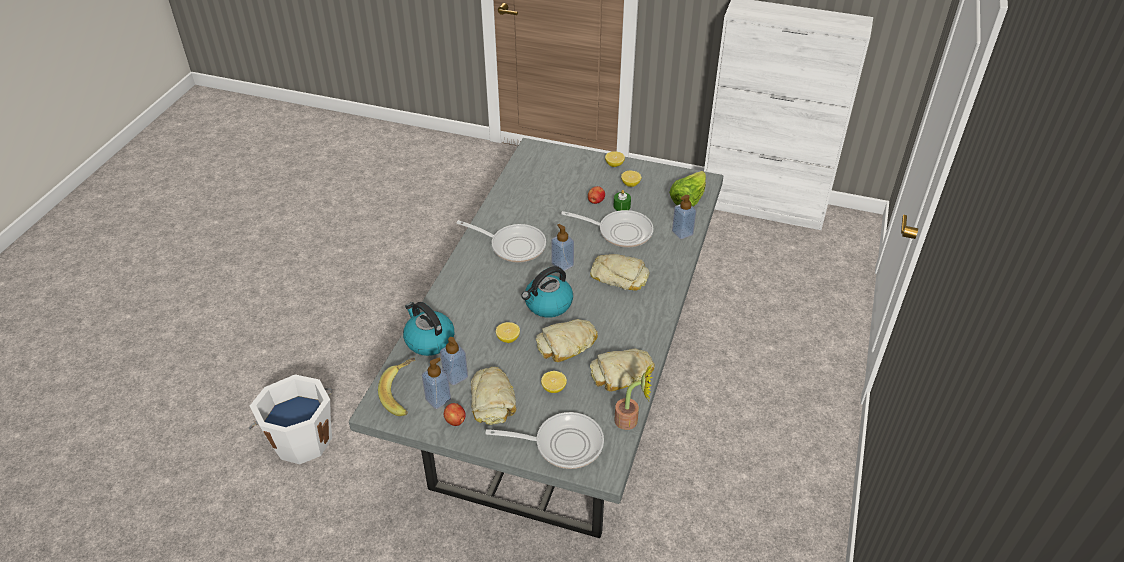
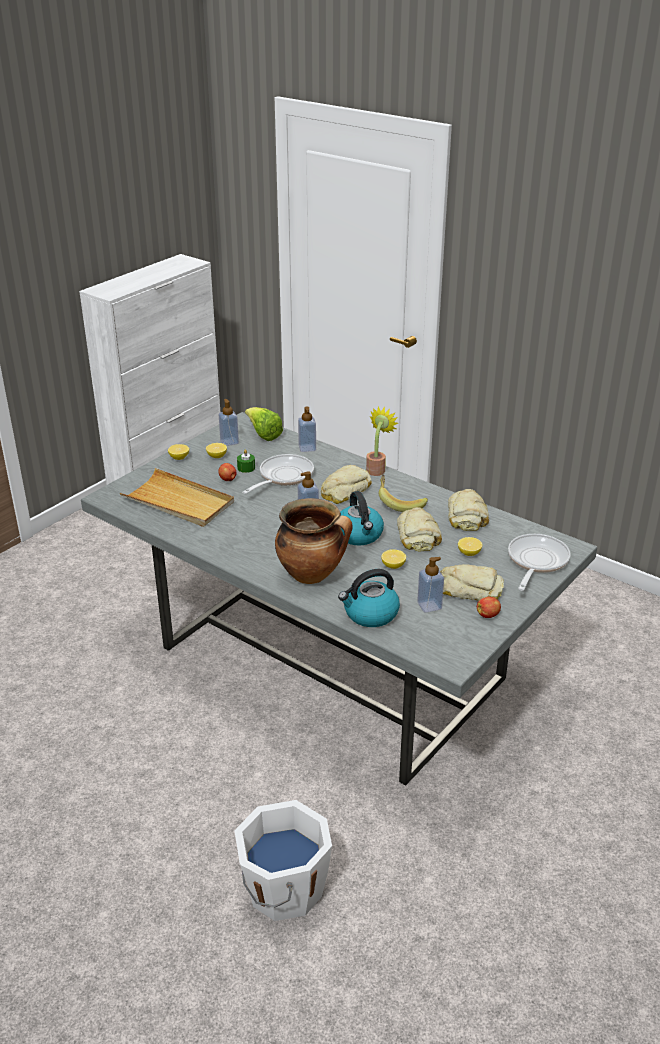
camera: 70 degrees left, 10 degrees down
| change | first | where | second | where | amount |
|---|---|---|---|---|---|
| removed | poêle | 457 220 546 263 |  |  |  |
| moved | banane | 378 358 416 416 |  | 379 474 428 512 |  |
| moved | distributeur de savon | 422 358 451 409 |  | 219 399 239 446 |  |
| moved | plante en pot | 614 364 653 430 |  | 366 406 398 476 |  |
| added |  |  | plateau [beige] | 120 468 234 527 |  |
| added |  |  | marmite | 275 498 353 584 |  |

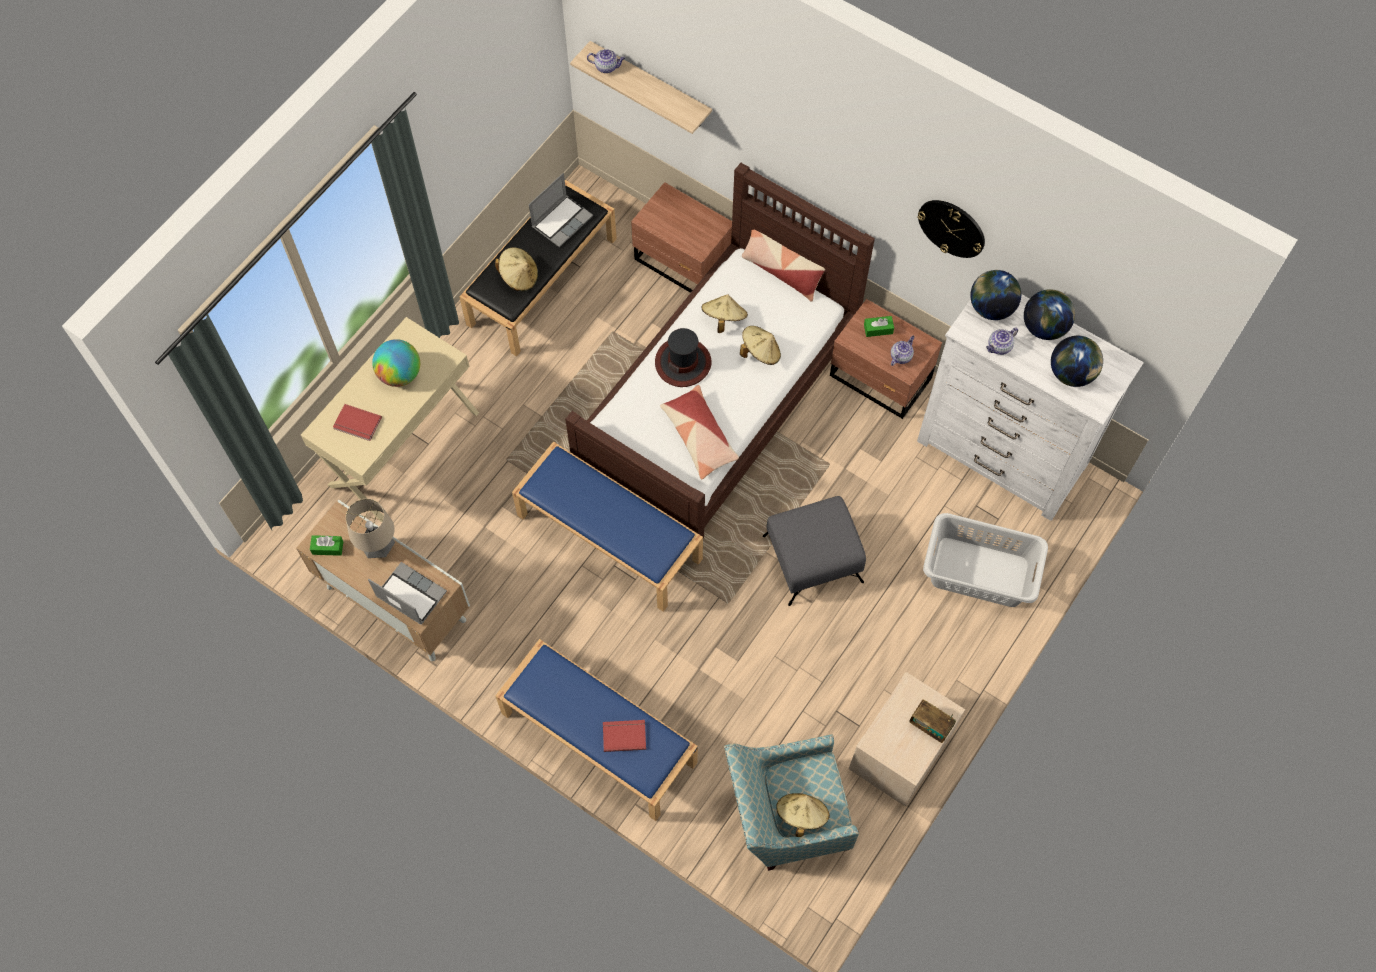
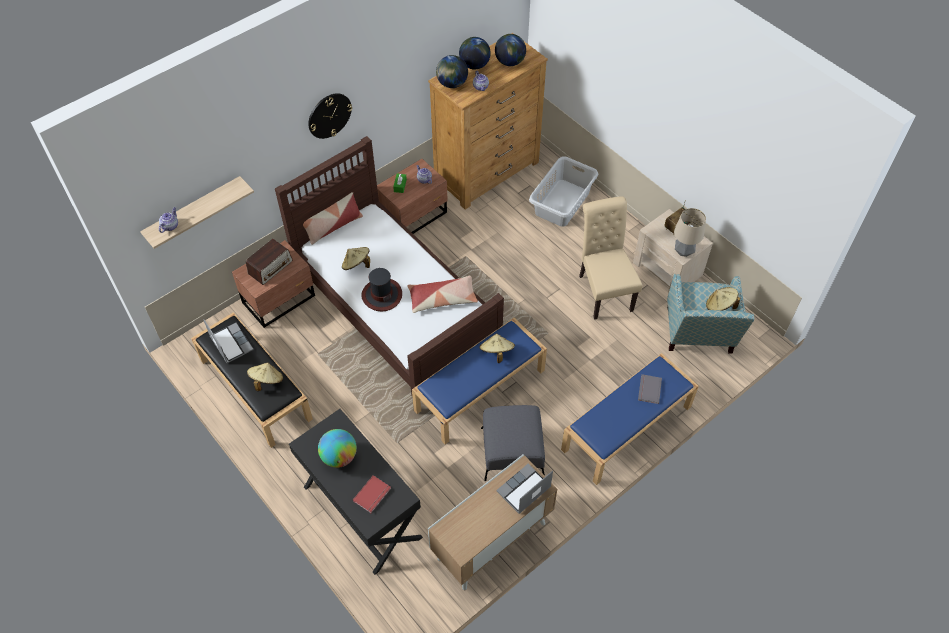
camera: 75 degrees left, 10 degrees down
| change | first | where | second | where | amount |
|---|---|---|---|---|---|
| moved | horloge murale | 917 200 985 258 |  | 308 93 352 139 |  |
| recoloured | commode [blanc] | 917 294 1144 521 | commode [marron] | 428 33 548 209 |  |
| recoloured | bureau [beige] | 301 317 479 522 | bureau [noir] | 289 409 423 575 |  |
| moved | chapeau [beige] | 740 326 781 365 |  | 479 334 515 363 |  |
| moved | pouf [gris] | 763 496 866 606 |  | 481 405 545 481 |  |
| moved | lampe de table | 346 499 395 558 |  | 674 208 706 257 |  |
| removed | boîte à mouchoirs [vert] | 310 535 343 556 |  |  |  |
| recoloured | livre [rouge] | 603 720 646 752 | livre [gris] | 638 374 662 404 |  |
| added |  |  | chaise [beige] | 579 196 642 320 |  |
| added |  |  | radio | 246 239 292 285 |  |

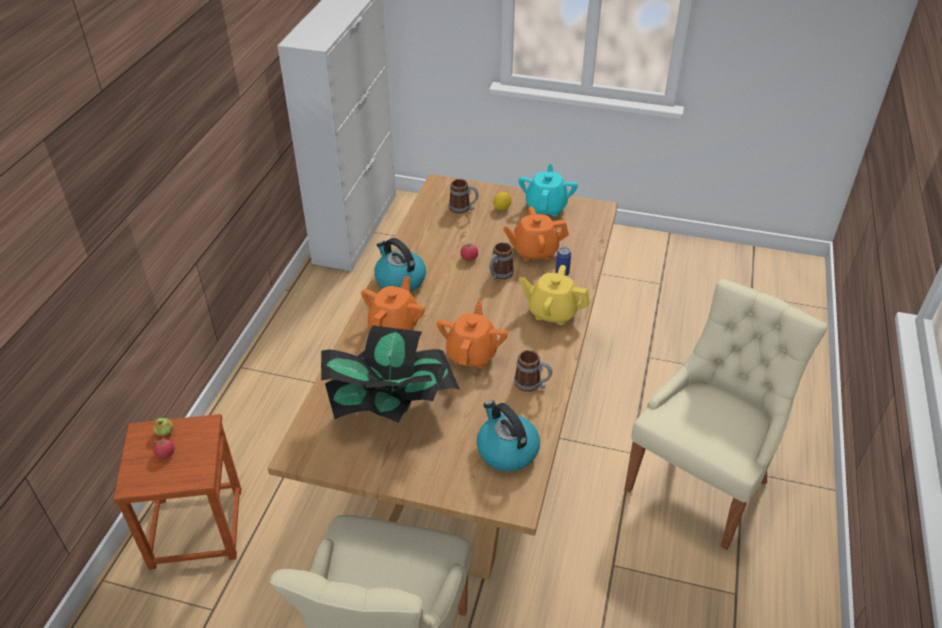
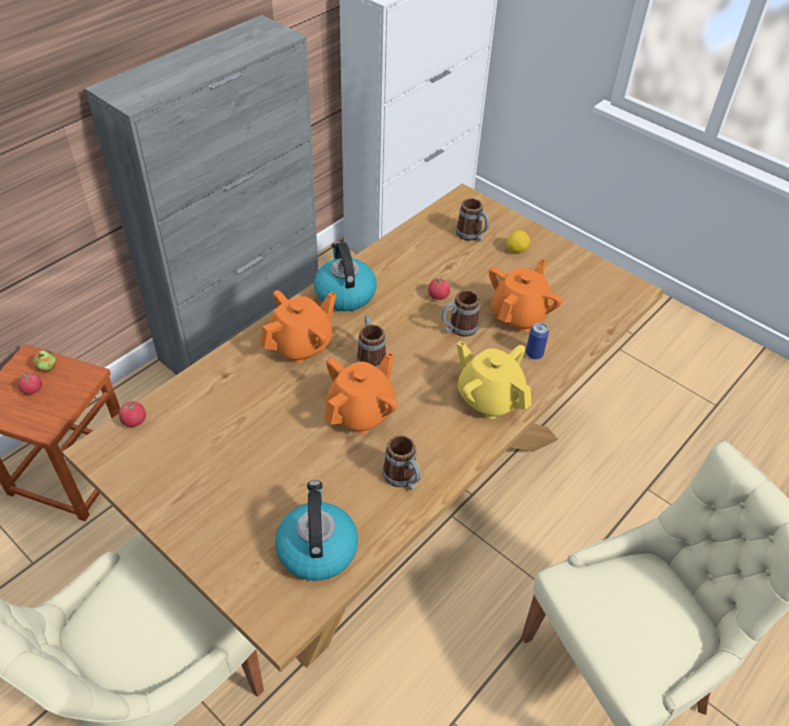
camera: 25 degrees right, 5 degrees up
| change | first | where | second | where | amount |
|---|---|---|---|---|---|
| removed | théière [turquoise] | 518 164 578 216 |  |  |  |
| turned | théière [orange] | 503 207 569 261 |  | 489 259 562 332 | 105 degrees clockwise |
| removed | plante en pot | 321 326 460 423 |  |  |  |
| added |  |  | meuble de rangement [gris] | 85 15 318 375 |  |
| added |  |  | mug | 356 315 387 368 |  |
| added |  |  | tomate | 119 398 146 427 |  |

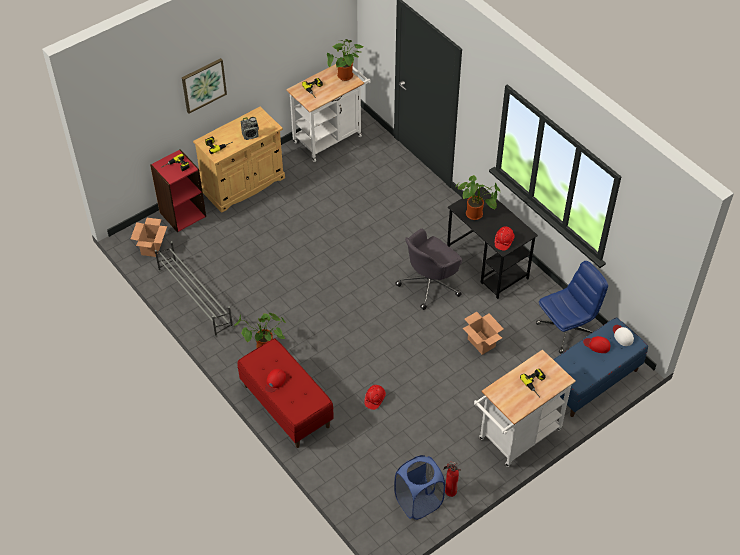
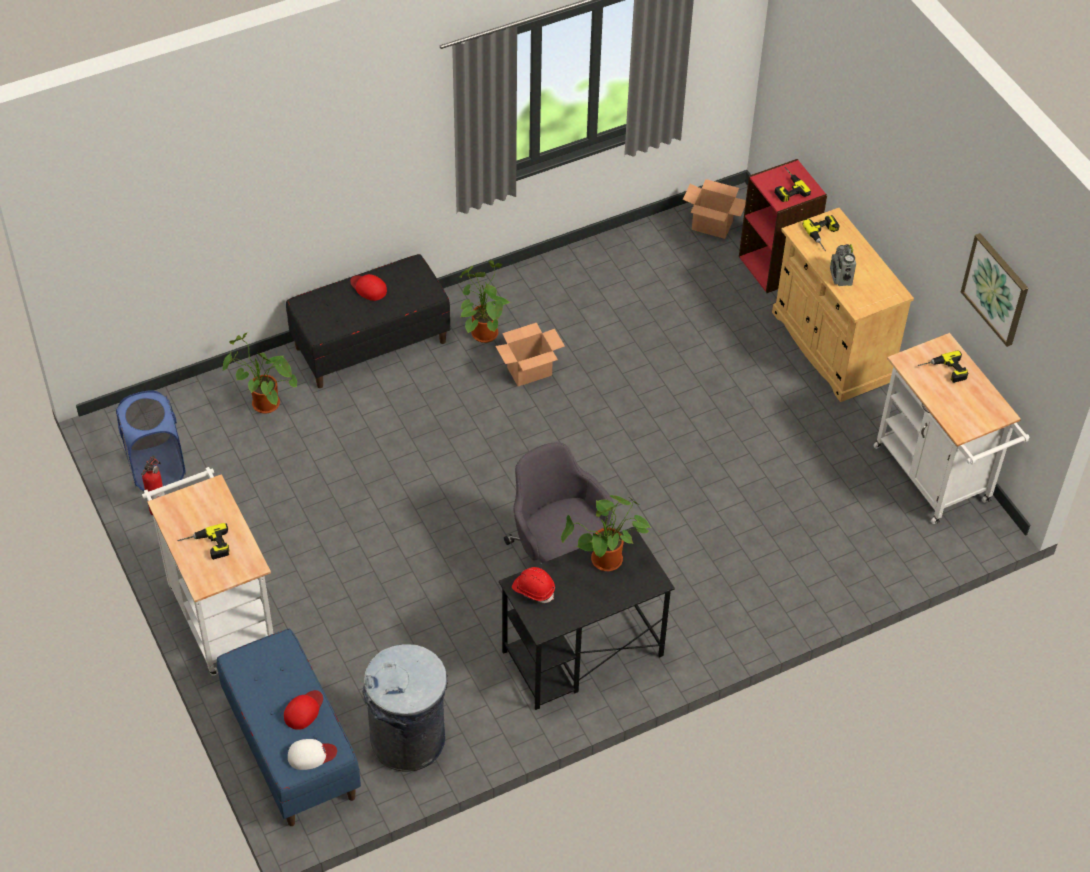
camera: 100 degrees right, 0 degrees up
| change | first | where | second | where | amount |
|---|---|---|---|---|---|
| moved | plante en pot | 327 39 363 81 |  | 223 332 297 414 |  |
| moved | tableau | 182 58 227 114 |  | 961 233 1028 347 |  |
| removed | étagère à chaussures [gris] | 155 241 233 337 |  |  |  |
| replaced | chaise de bureau [bleu] | 536 261 608 353 | poubelle [gris] | 362 644 448 772 |  |
| moved | carton | 463 312 504 355 |  | 495 323 565 386 |  |
| recoloured | banc [rouge] | 238 338 334 448 | banc [noir] | 286 254 450 388 |  |
| removed | casque de chantier [rouge] | 364 385 386 410 |  |  |  |

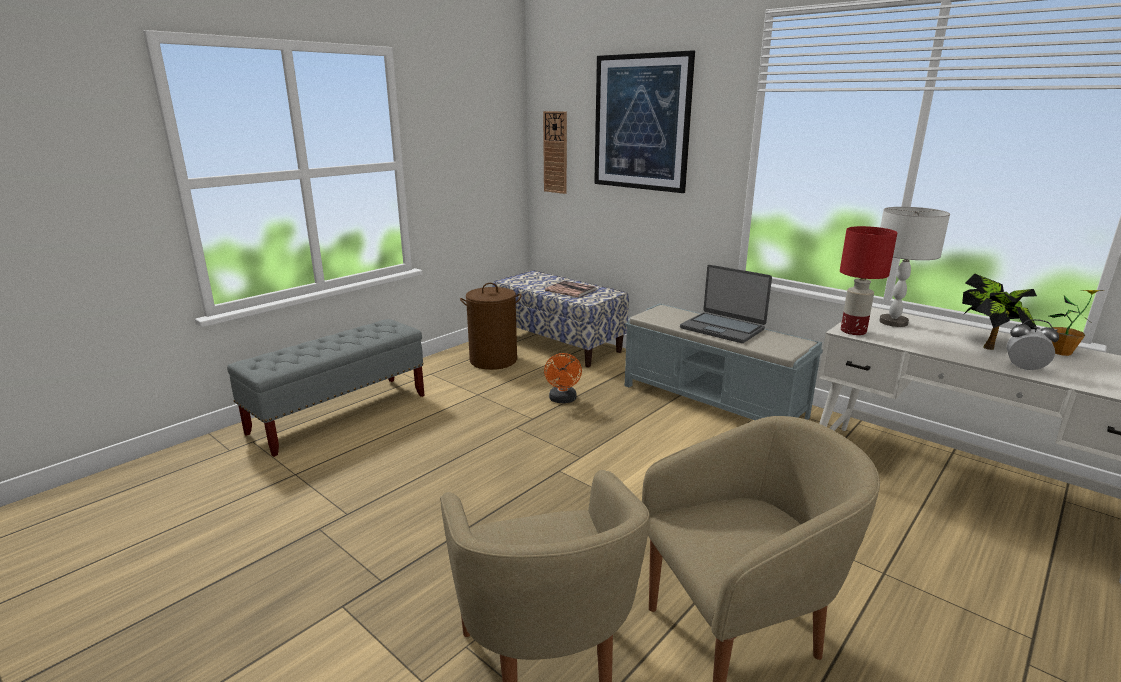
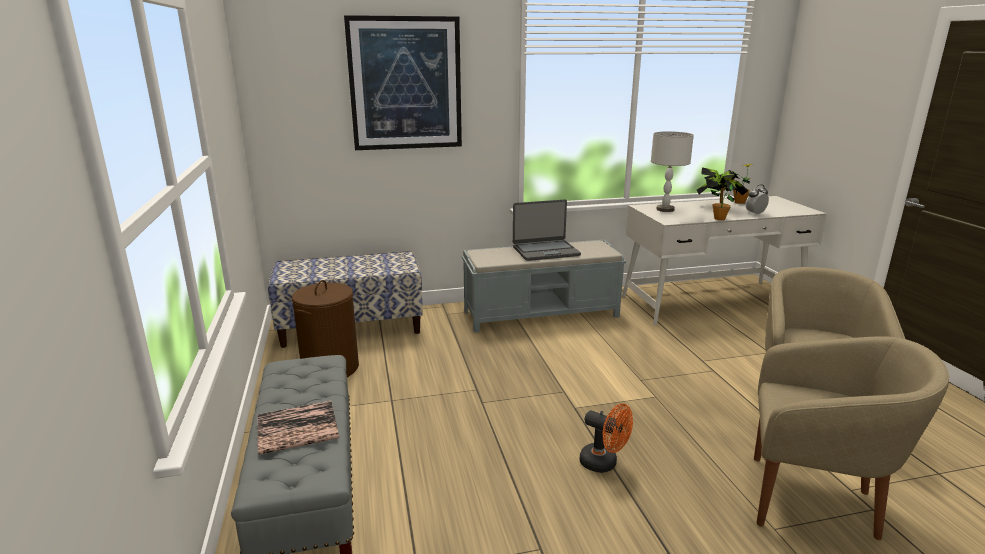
camera: 55 degrees left, 0 degrees up
| change | first | where | second | where | amount |
|---|---|---|---|---|---|
| removed | horloge murale | 543 111 567 194 |  |  |  |
| removed | lampe de table [rouge] | 840 226 897 335 |  |  |  |
| moved | livre | 545 281 597 297 |  | 257 401 339 455 |  |
| moved | ventilateur [orange] | 544 353 582 403 |  | 579 404 633 473 |  |
| added |  |  | plante en pot | 711 179 738 220 |  |

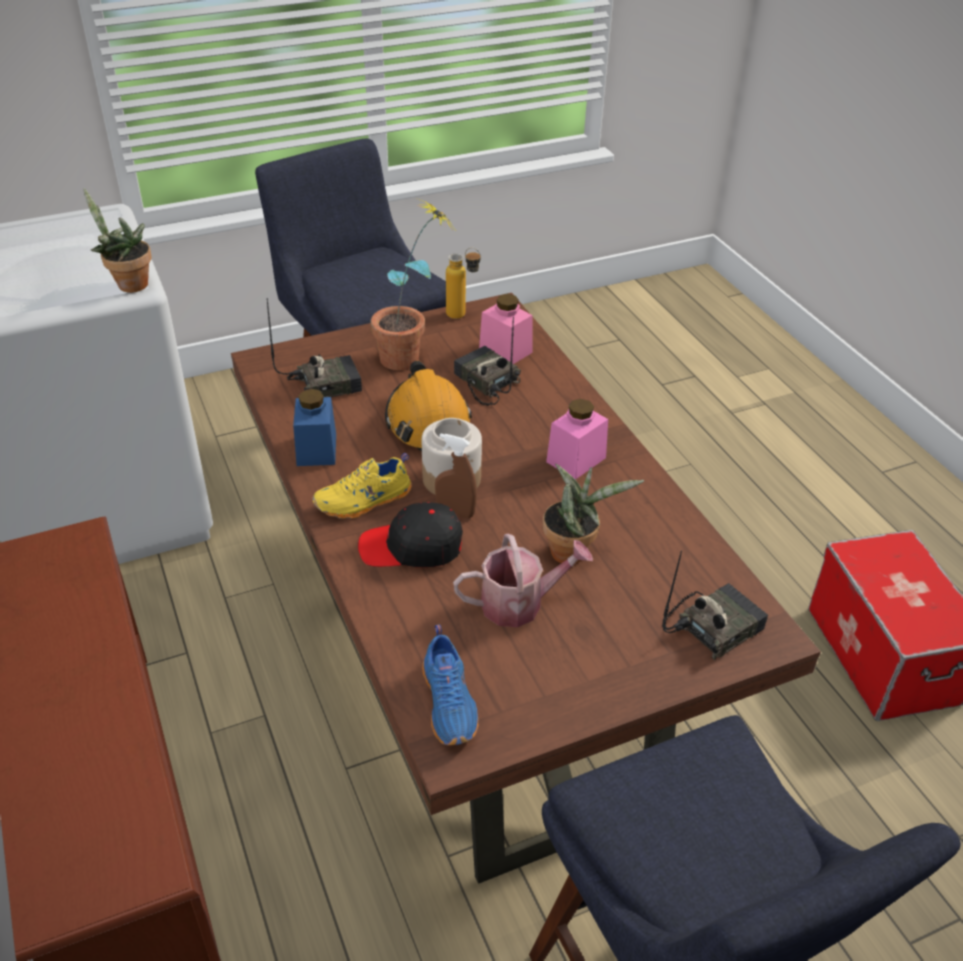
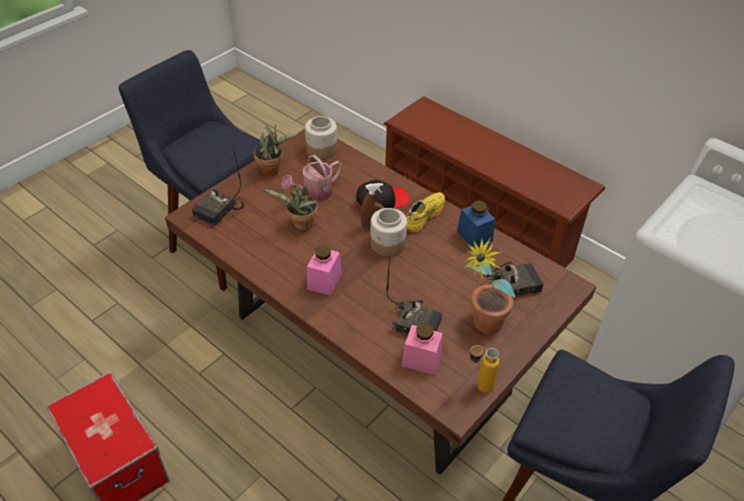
camera: 155 degrees right, 5 degrees up
| change | first | where | second | where | amount |
|---|---|---|---|---|---|
| moved | plante en pot | 83 188 152 293 |  | 254 123 298 176 |  |
| turned | radio | 267 298 362 397 |  | 483 233 544 298 | 150 degrees counterclockwise |
| removed | casque de chantier [orange] | 385 361 472 452 |  |  |  |
| replaced | chaussure [bleu] | 422 624 478 745 | bocal | 305 116 337 159 |  |

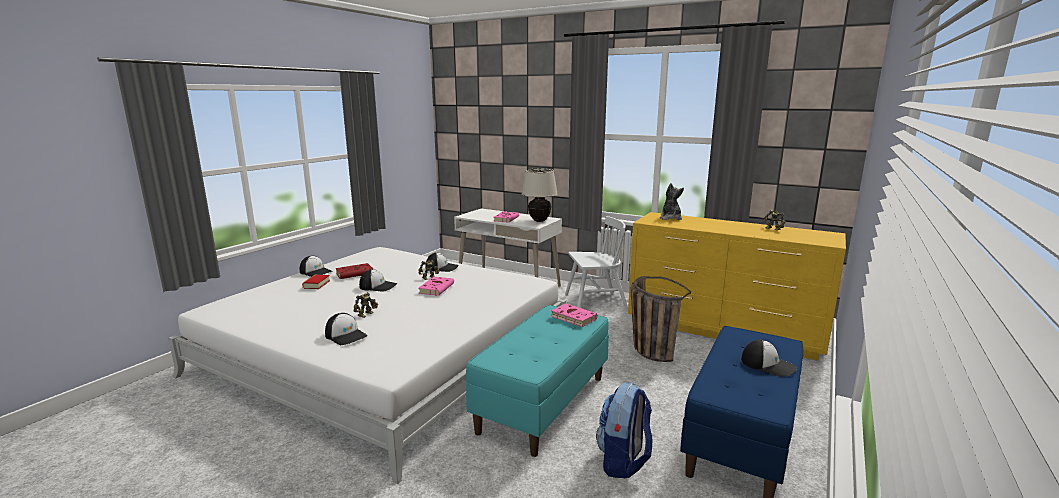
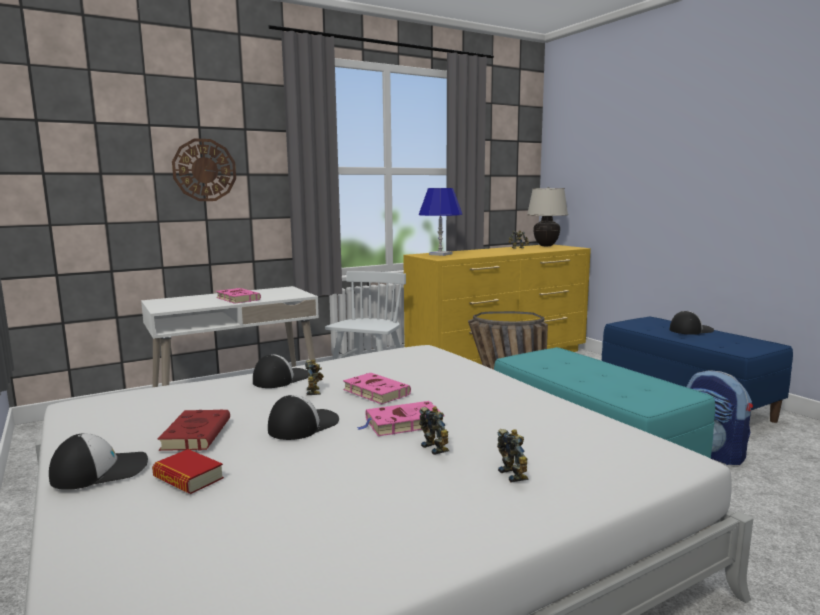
camera: 60 degrees left, 5 degrees down
| change | first | where | second | where | amount |
|---|---|---|---|---|---|
| moved | lampe de table [beige] | 522 169 558 222 |  | 527 187 568 246 |  |
| replaced | peluche | 660 183 684 220 | lampe de table [bleu] | 419 188 463 256 |  |
| moved | livre [rose] | 551 303 598 327 |  | 356 401 445 436 |  |
| replaced | casquette | 325 313 368 345 | robot jouet | 497 429 529 482 |  |
| added |  |  | horloge murale | 172 138 236 201 |  |

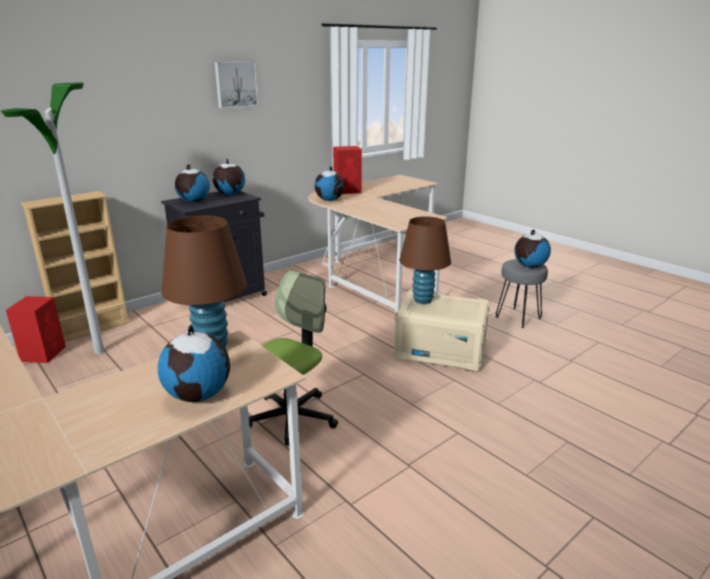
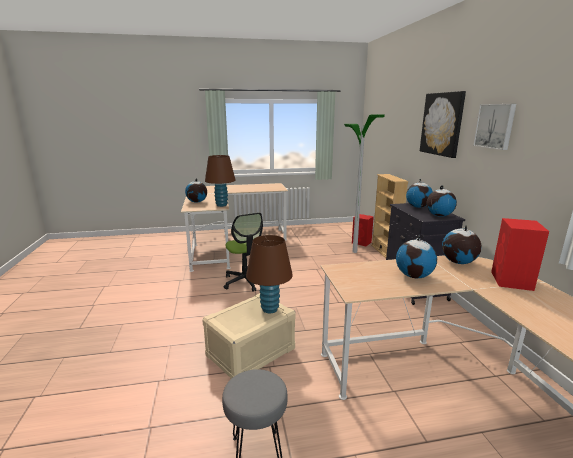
camera: 120 degrees right, 5 degrees down
| change | first | where | second | where | amount |
|---|---|---|---|---|---|
| moved | globe | 514 229 551 268 |  | 396 235 437 278 |  |
| added |  |  | tableau | 420 91 466 158 |  |

